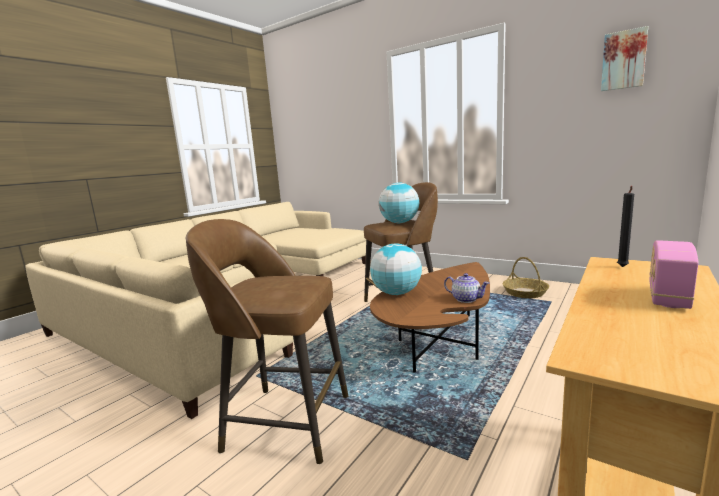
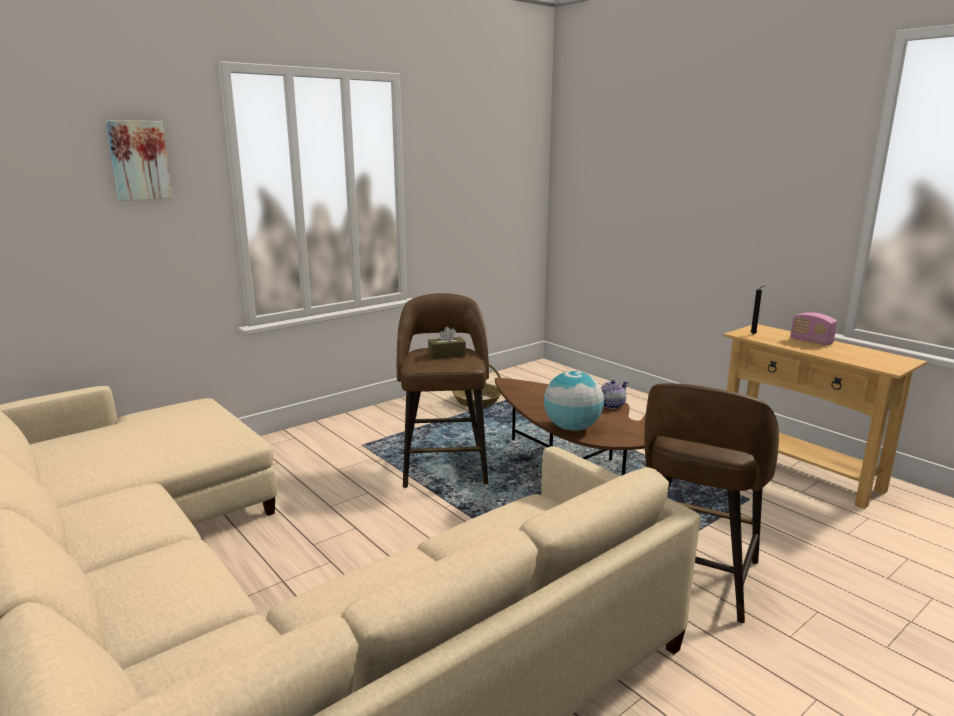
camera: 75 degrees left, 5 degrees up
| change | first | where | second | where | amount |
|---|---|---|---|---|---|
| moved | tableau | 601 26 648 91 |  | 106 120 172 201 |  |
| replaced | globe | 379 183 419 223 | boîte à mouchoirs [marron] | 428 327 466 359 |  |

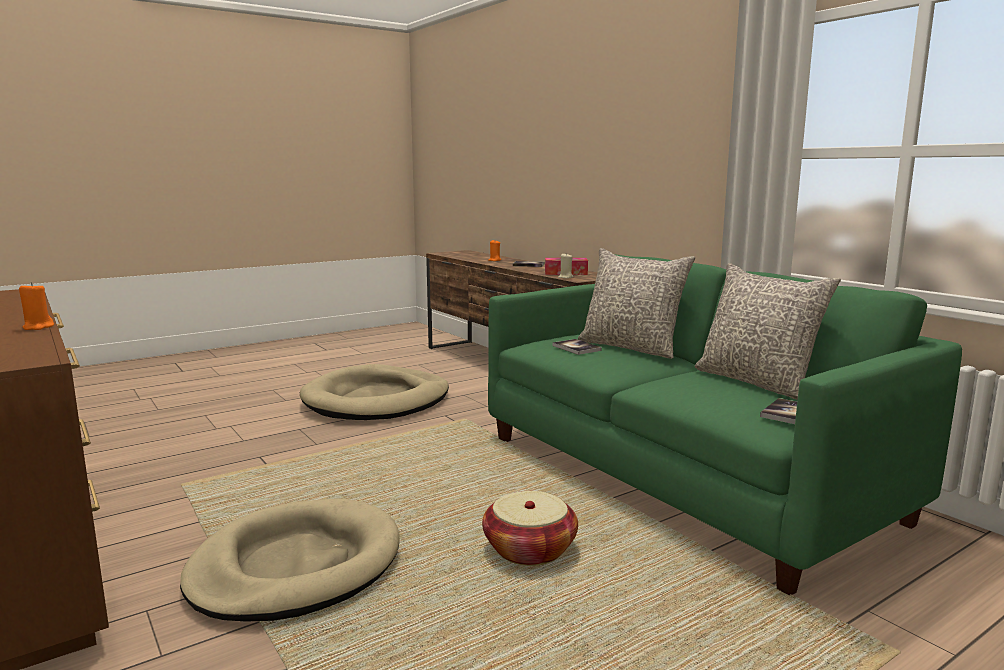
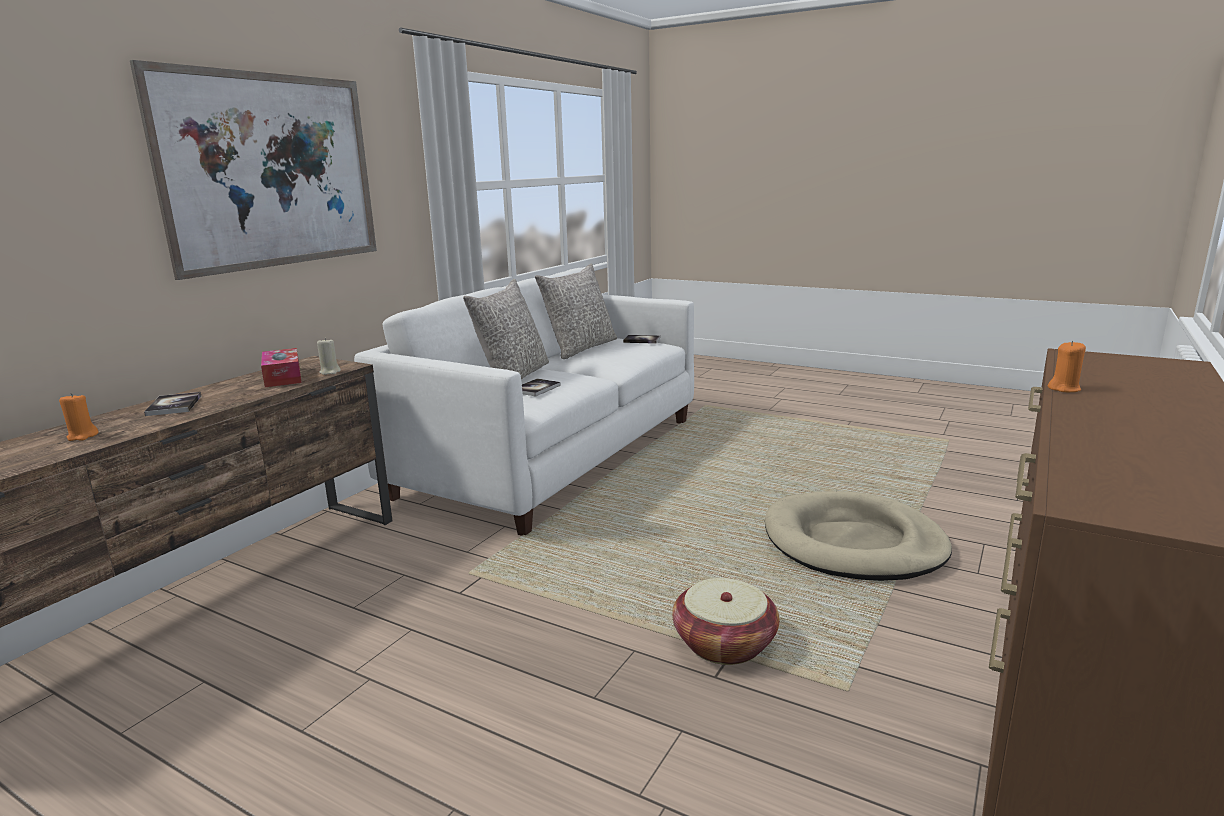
camera: 115 degrees left, 5 degrees up
| change | first | where | second | where | amount |
|---|---|---|---|---|---|
| recoloured | canapé [vert] | 488 254 962 595 | canapé [blanc] | 354 267 694 536 |  |
| removed | panier pour chien [beige] | 300 364 449 420 |  |  |  |
| moved | panier | 482 491 578 566 |  | 672 578 779 665 |  |
| added |  |  | tableau | 130 60 377 280 |  |

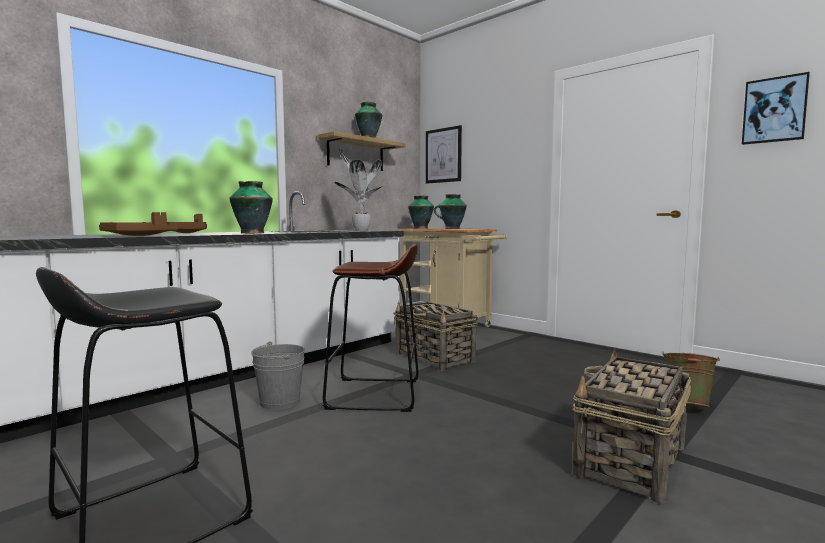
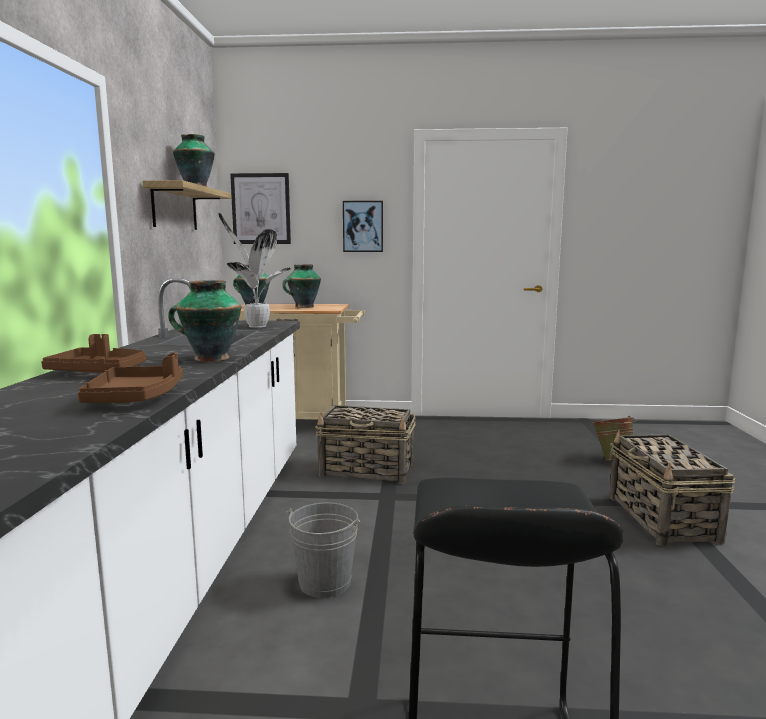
camera: 40 degrees left, 5 degrees up
| change | first | where | second | where | amount |
|---|---|---|---|---|---|
| moved | tableau | 742 72 810 145 |  | 343 201 383 252 |  |
| removed | tabouret [marron] | 323 244 419 412 |  |  |  |

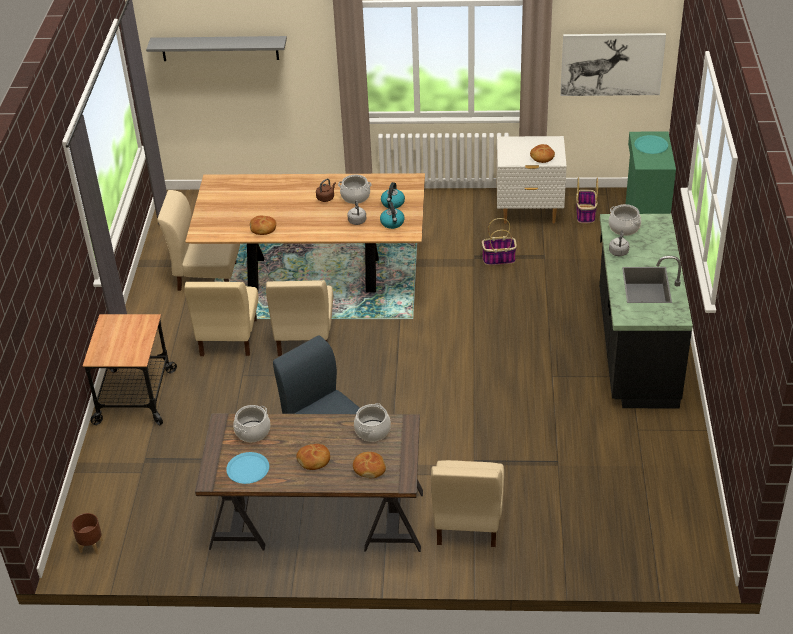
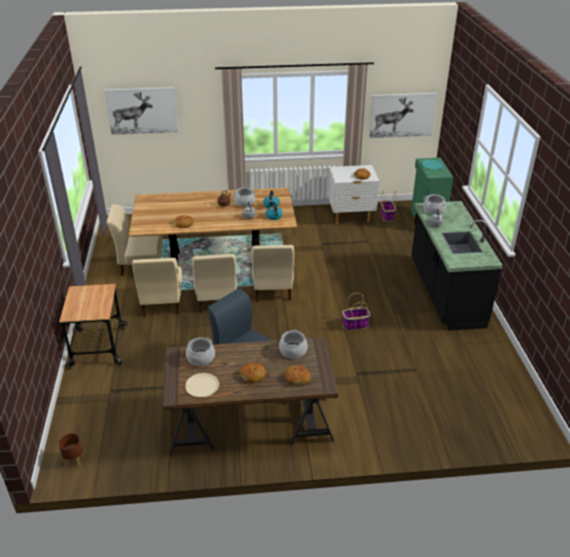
camera: 10 degrees left, 5 degrees down
| change | first | where | second | where | amount |
|---|---|---|---|---|---|
| replaced | étagère [gris] | 146 36 287 61 | tableau | 104 87 179 135 |  |
| moved | panier | 482 218 517 265 |  | 342 293 370 330 |  |
| recoloured | assiette [bleu] | 226 452 269 484 | assiette [beige] | 185 373 219 397 |  |
| moved | chaise [beige] | 431 460 504 547 |  | 252 245 294 302 |  |

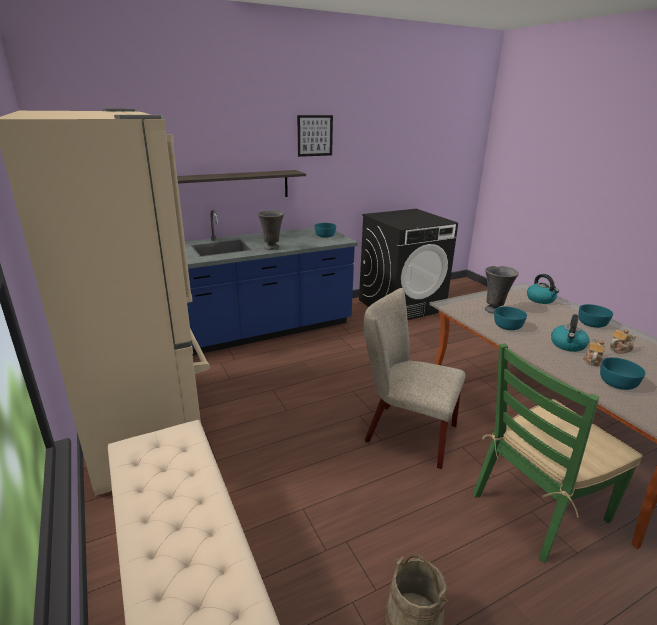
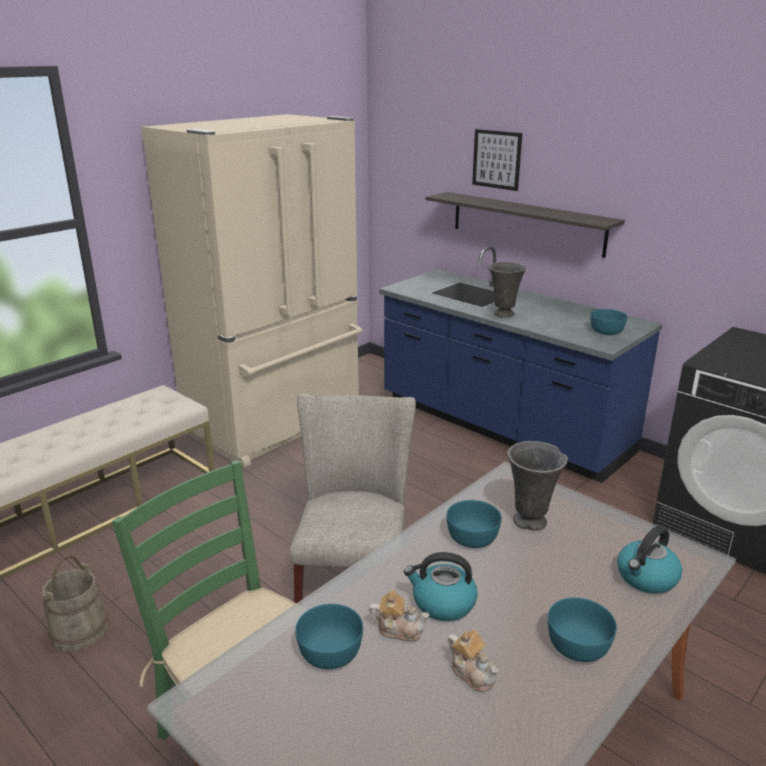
camera: 70 degrees right, 0 degrees up
| change | first | where | second | where | amount |
|---|---|---|---|---|---|
| moved | tableau | 297 115 333 157 |  | 472 129 522 191 |  |

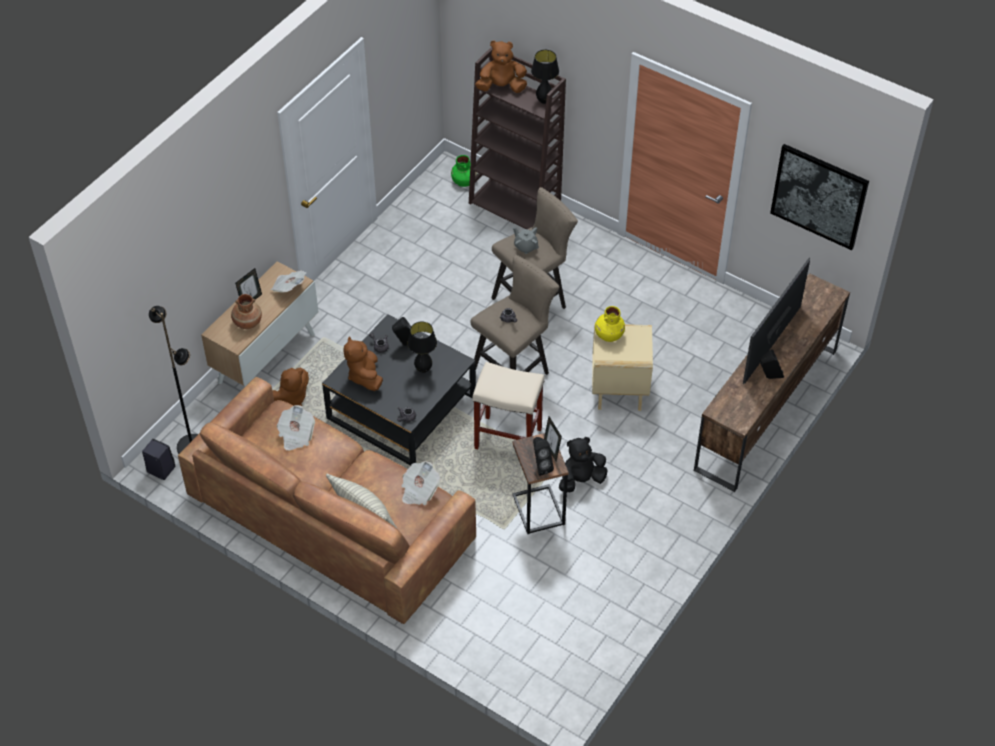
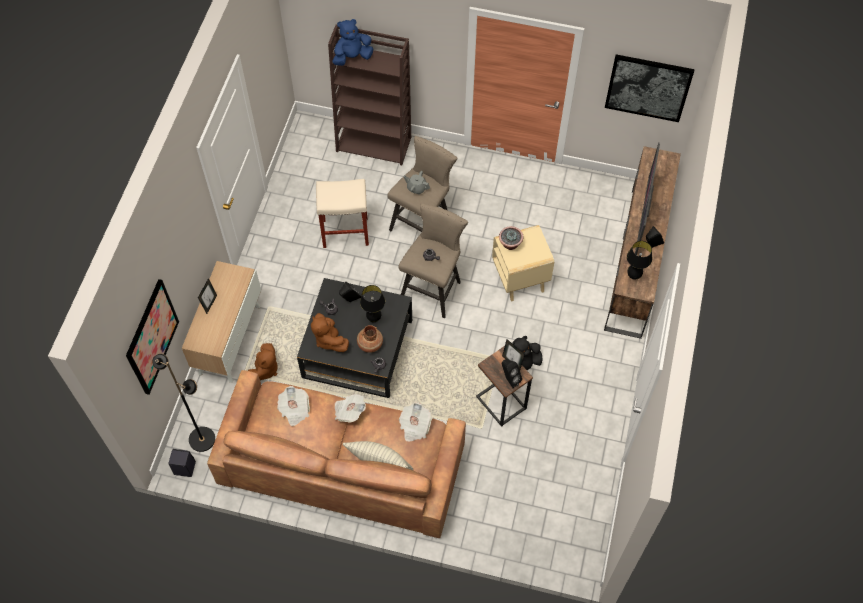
camera: 20 degrees left, 10 degrees up
| change | first | where | second | where | amount |
|---|---|---|---|---|---|
| recoloured | peluche [marron] | 475 41 527 93 | peluche [bleu] | 332 19 373 66 |  |
| moved | lampe de table [noir] | 531 50 559 104 |  | 627 241 652 280 |  |
| removed | vase [vert] | 451 155 477 187 |  |  |  |
| moved | journal | 271 270 306 293 |  | 335 394 366 423 |  |
| moved | vase [marron] | 231 294 262 329 |  | 357 325 383 353 |  |
| replaced | vase [jaune] | 595 306 625 342 | plante en pot | 499 226 523 250 |  |
| moved | tabouret [beige] | 472 362 545 449 |  | 316 179 369 248 |  |
| added |  |  | tableau | 126 279 179 395 |  |

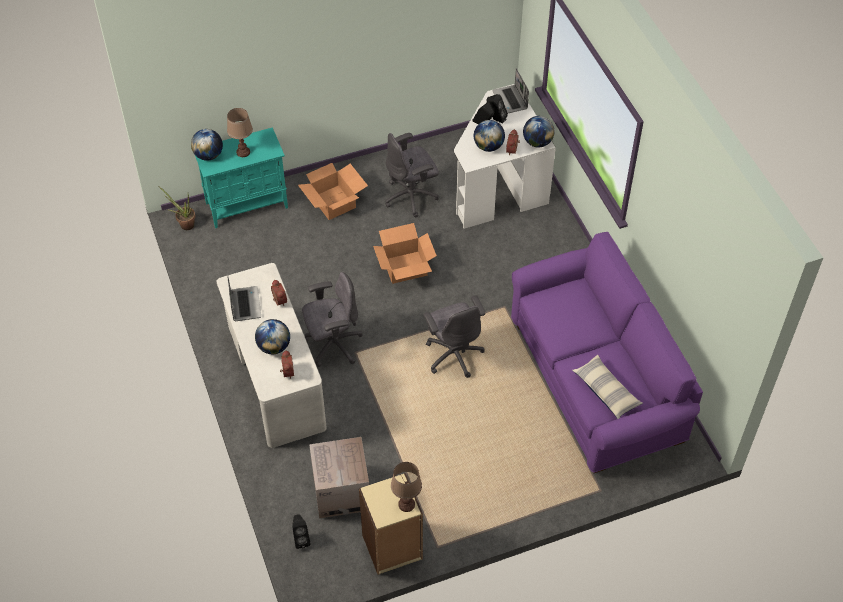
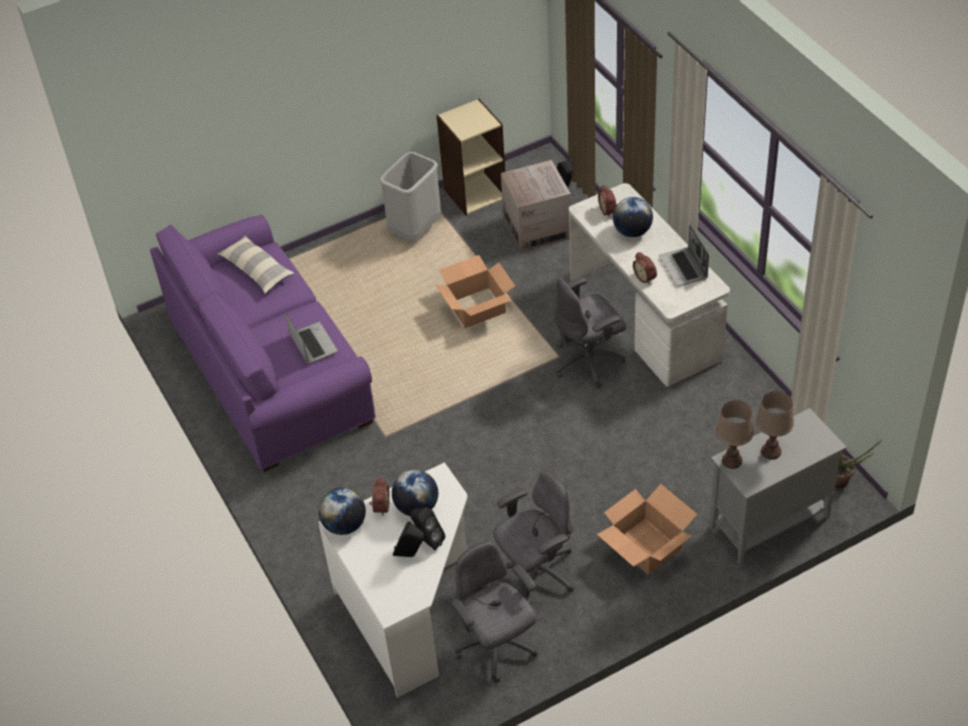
camera: 175 degrees right, 5 degrees down
| change | first | where | second | where | amount |
|---|---|---|---|---|---|
| moved | ordinateur portable | 493 68 529 113 |  | 285 312 338 364 |  |
| recoloured | meuble de rangement [turquoise] | 195 127 288 228 | meuble de rangement [gris] | 710 408 847 564 |  |
| removed | globe | 191 129 223 161 |  |  |  |
| moved | carton | 373 223 437 284 |  | 436 255 515 328 |  |
| moved | chaise de bureau [gris] | 424 295 485 378 |  | 451 541 539 682 |  |
| moved | lampe de table [marron] | 391 462 422 512 |  | 716 400 754 469 |  |
| added |  |  | poubelle [gris] | 380 152 441 241 |  |

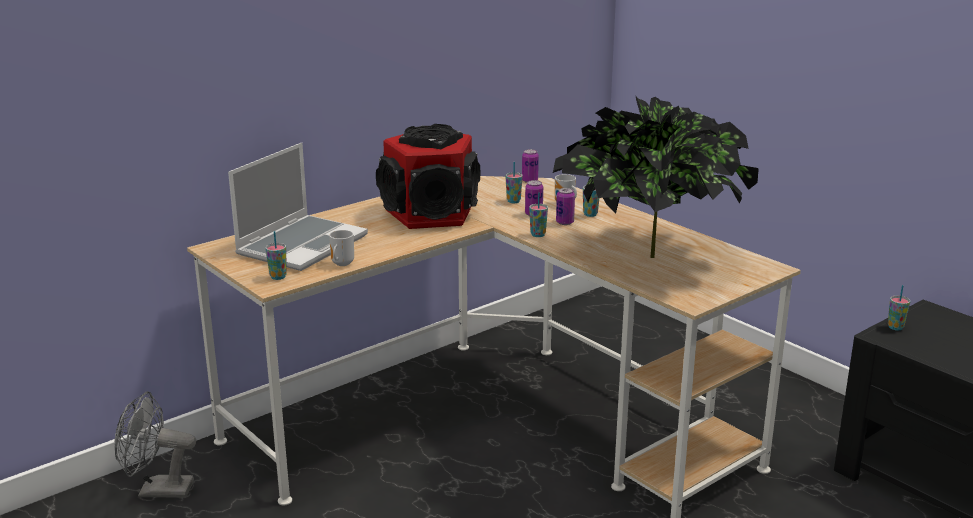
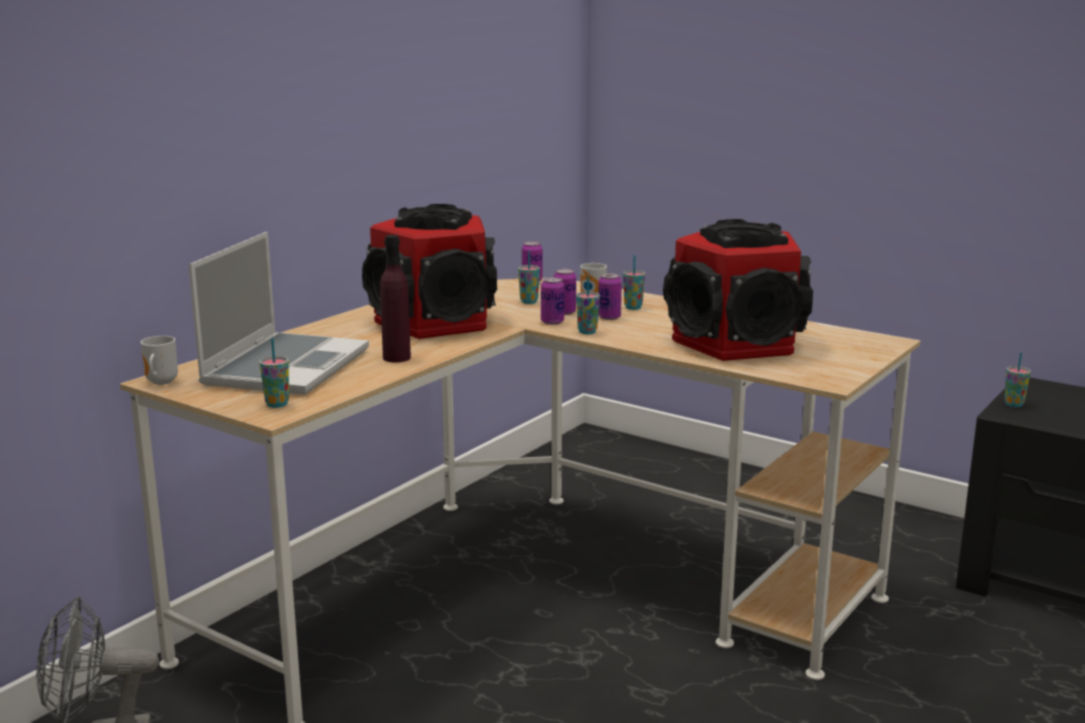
camera: 15 degrees left, 5 degrees down
| change | first | where | second | where | amount |
|---|---|---|---|---|---|
| replaced | plante en pot | 553 96 759 258 | enceinte | 663 219 813 361 |  |
| moved | mug | 329 230 354 266 |  | 141 336 178 385 |  |
| added |  |  | bouteille [violet] | 380 235 411 363 |  |
| added |  |  | boîte métallique | 541 277 564 325 |  |

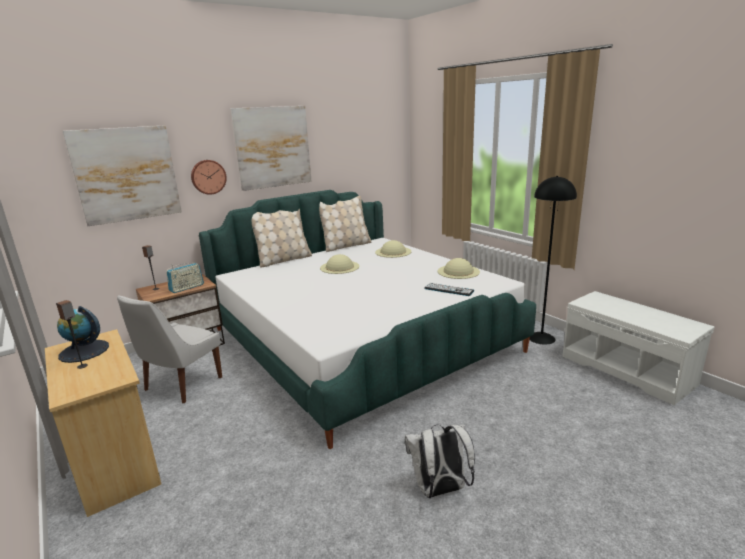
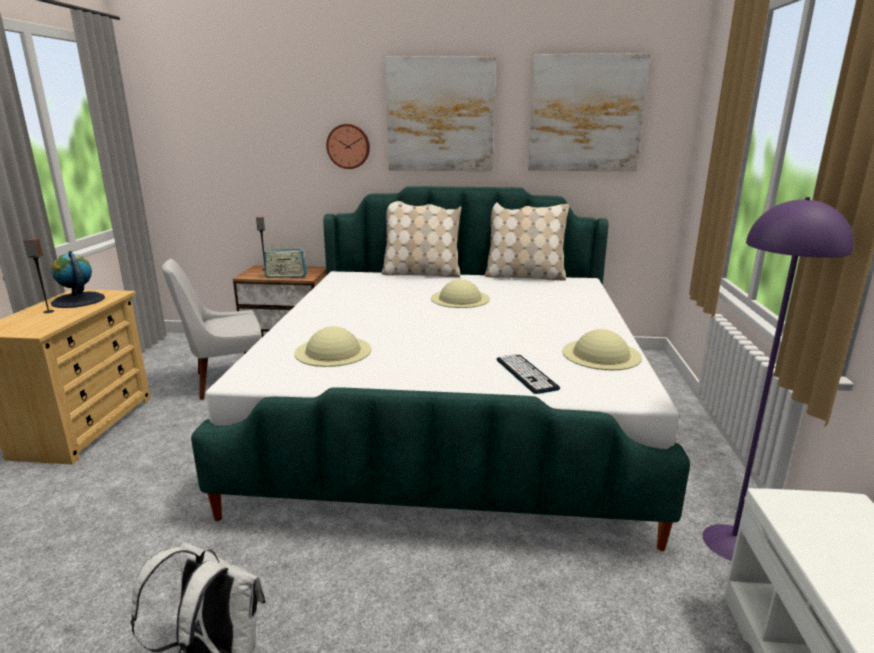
camera: 40 degrees right, 0 degrees up
| change | first | where | second | where | amount |
|---|---|---|---|---|---|
| moved | tableau | 63 125 182 226 |  | 528 53 650 172 |  |
| recoloured | lampadaire [noir] | 530 176 577 345 | lampadaire [violet] | 703 197 854 561 |  |
| moved | chapeau [beige] | 375 240 411 258 |  | 294 326 371 367 |  |

